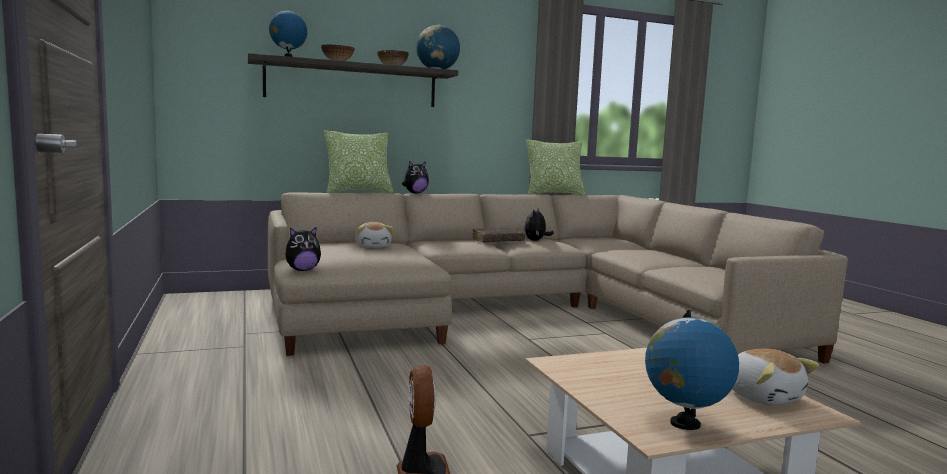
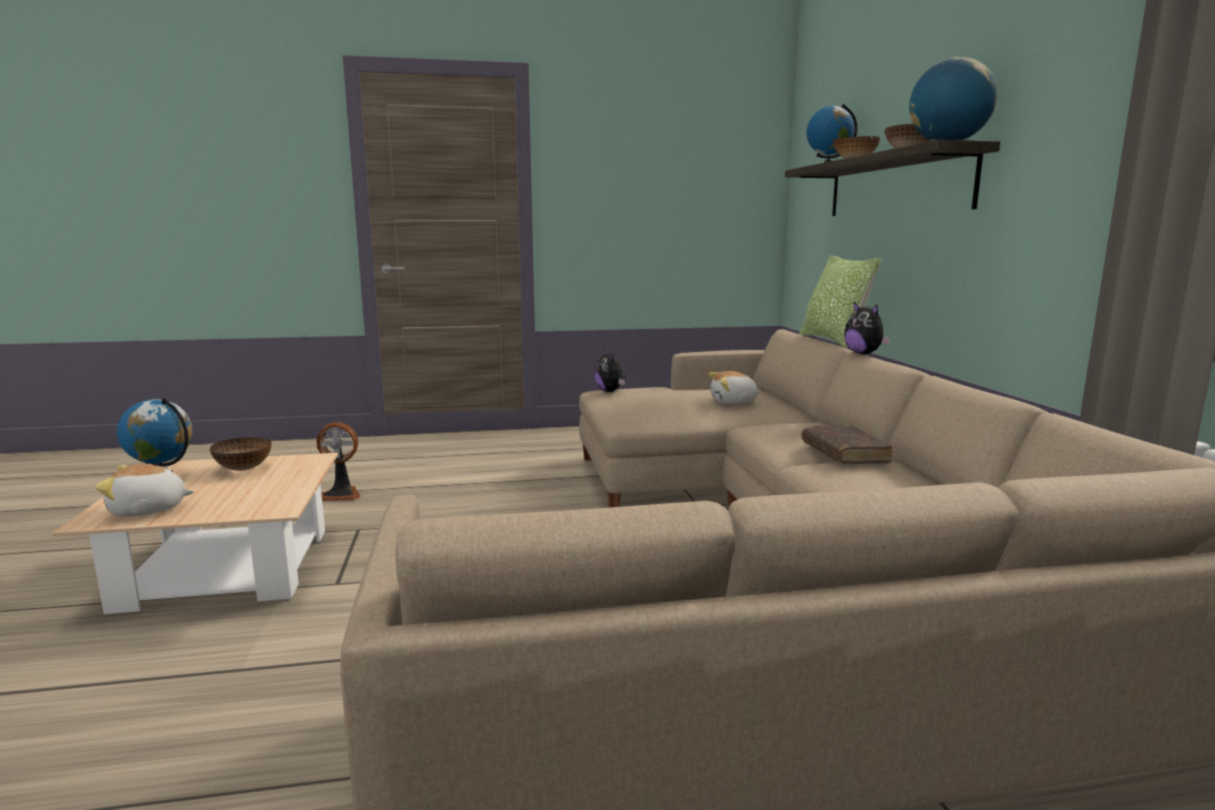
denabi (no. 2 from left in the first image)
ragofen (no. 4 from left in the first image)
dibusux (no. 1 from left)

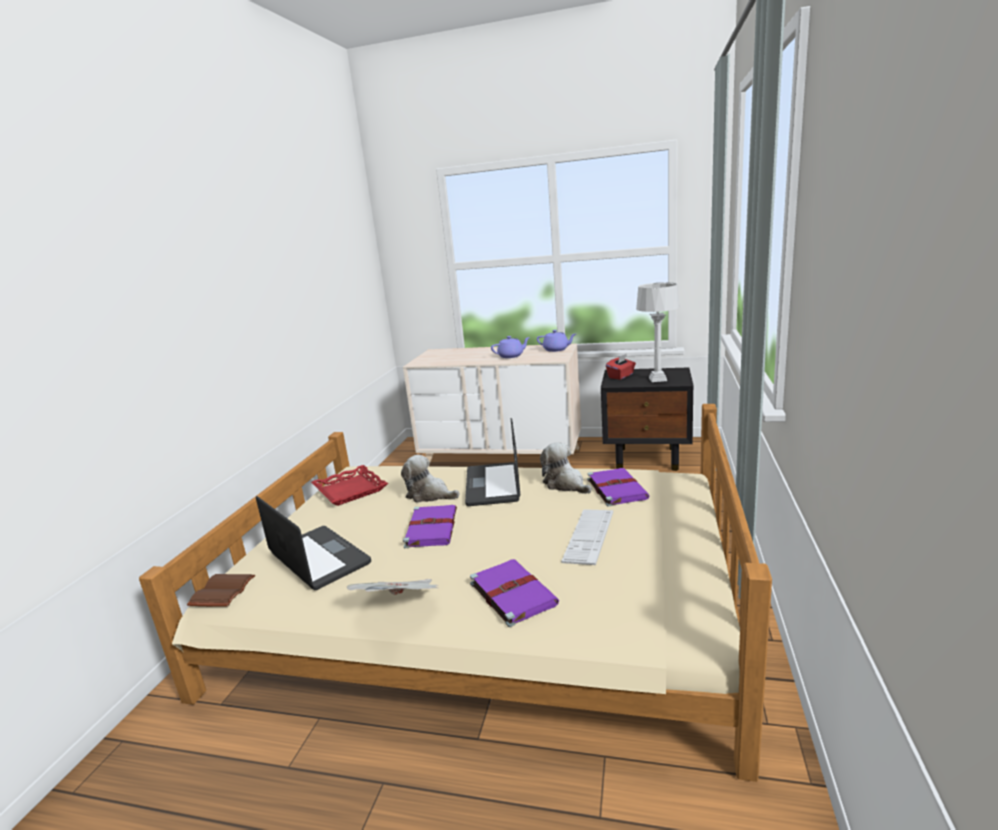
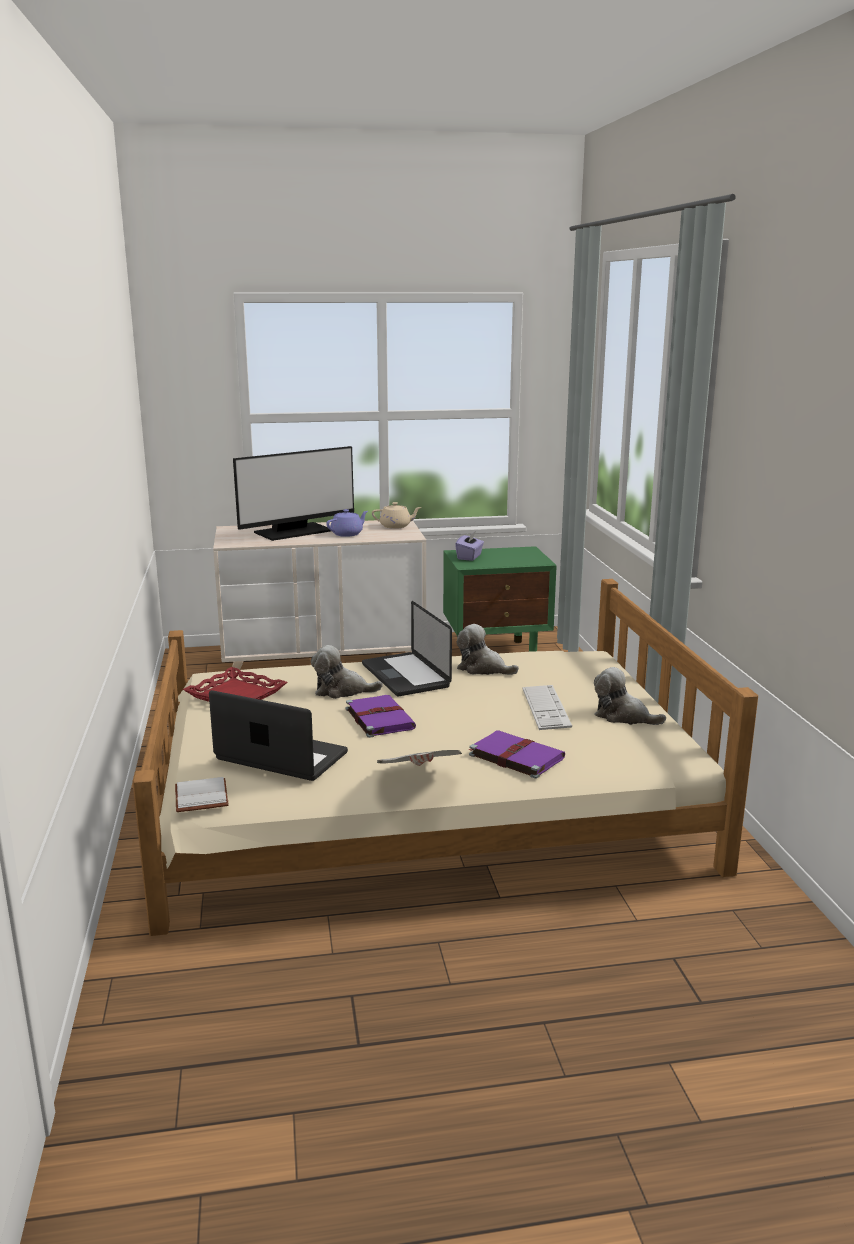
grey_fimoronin
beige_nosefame
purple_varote
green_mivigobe
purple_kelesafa (no. 3 from left in the first image)
white_kelesafa
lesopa
ragofen (no. 3 from left)

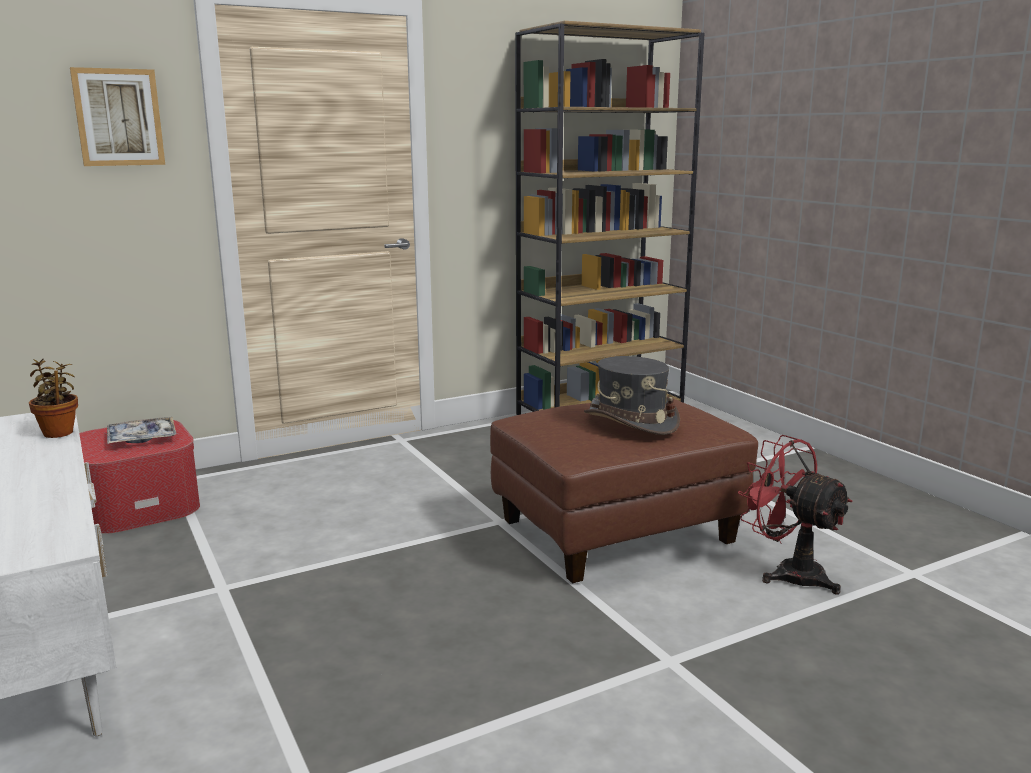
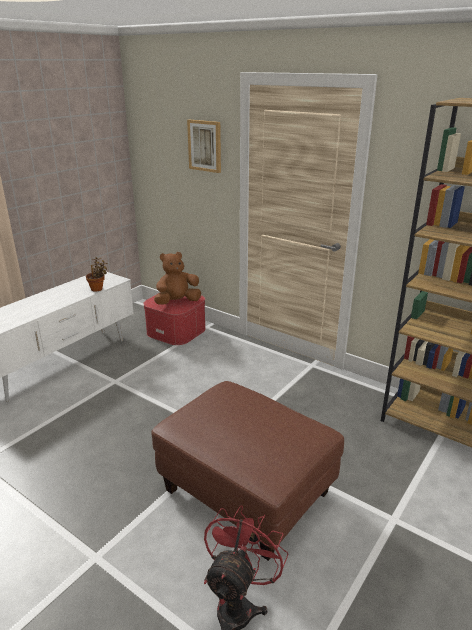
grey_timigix
brown_ragofen

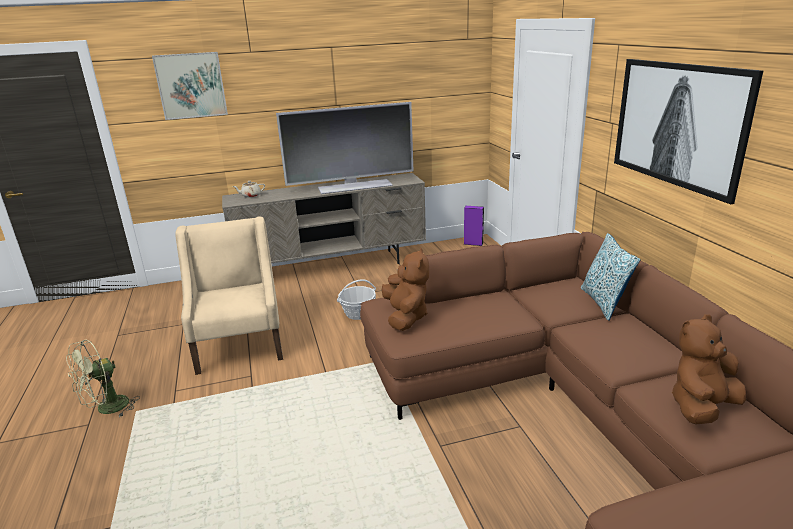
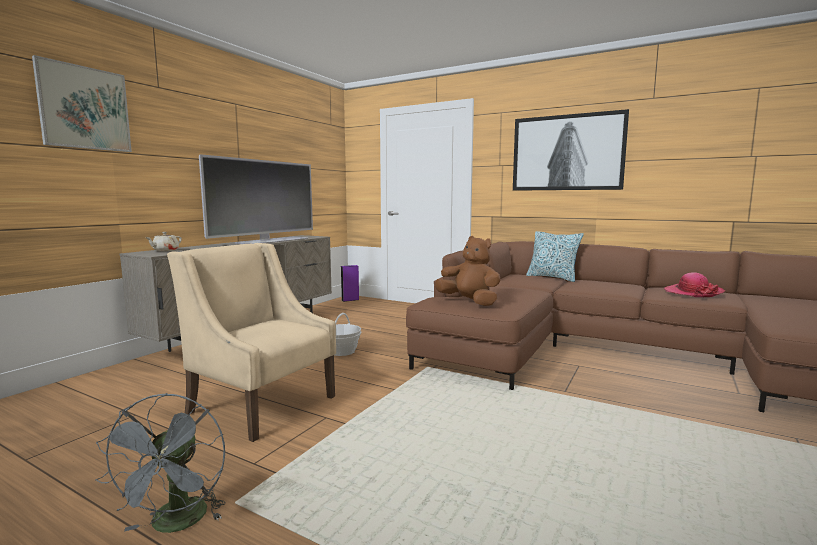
timigix
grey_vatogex

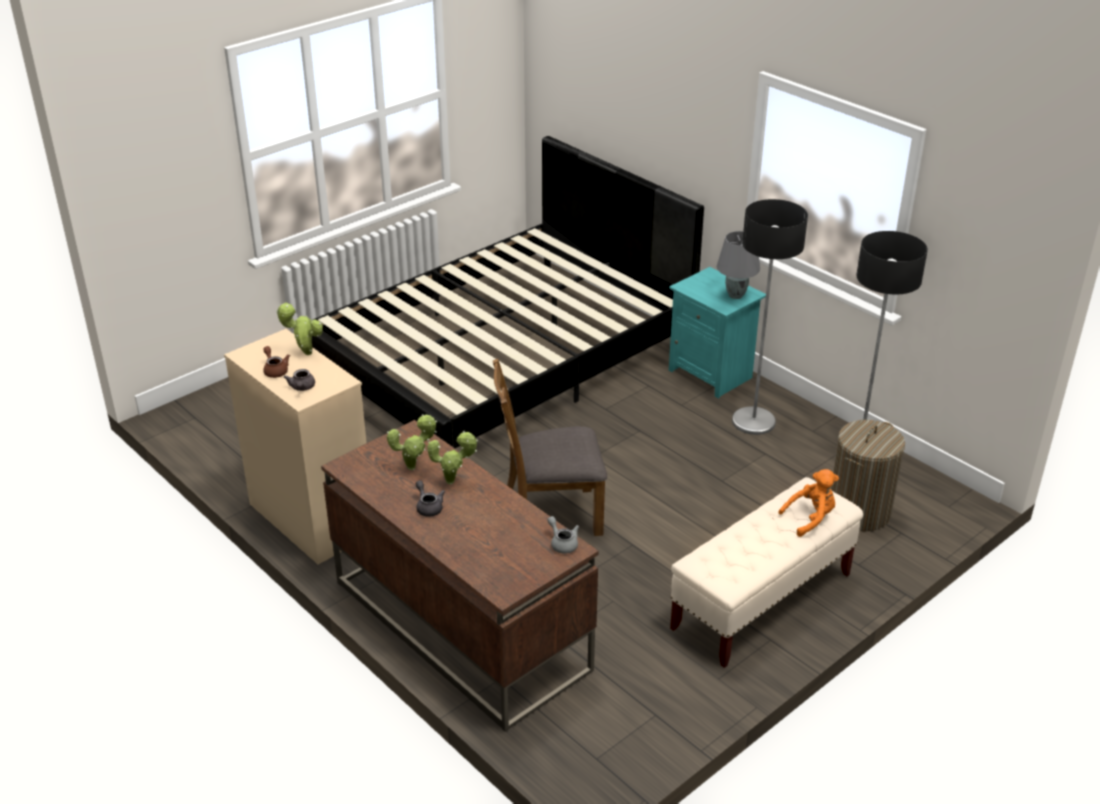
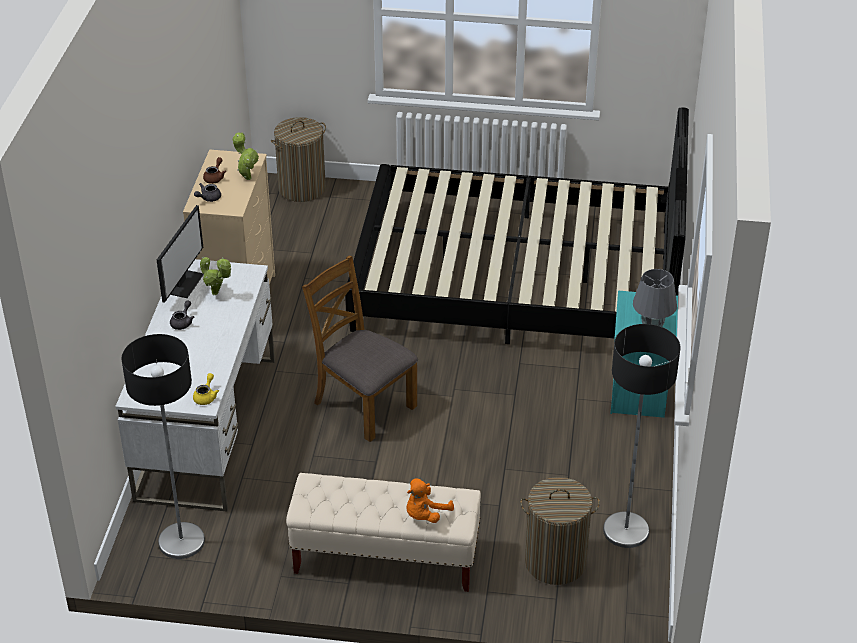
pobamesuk (no. 1 from left)
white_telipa
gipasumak (no. 3 from left in the first image)
orange_ragofen
yellow_nosefame
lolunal (no. 1 from left)
lesopa

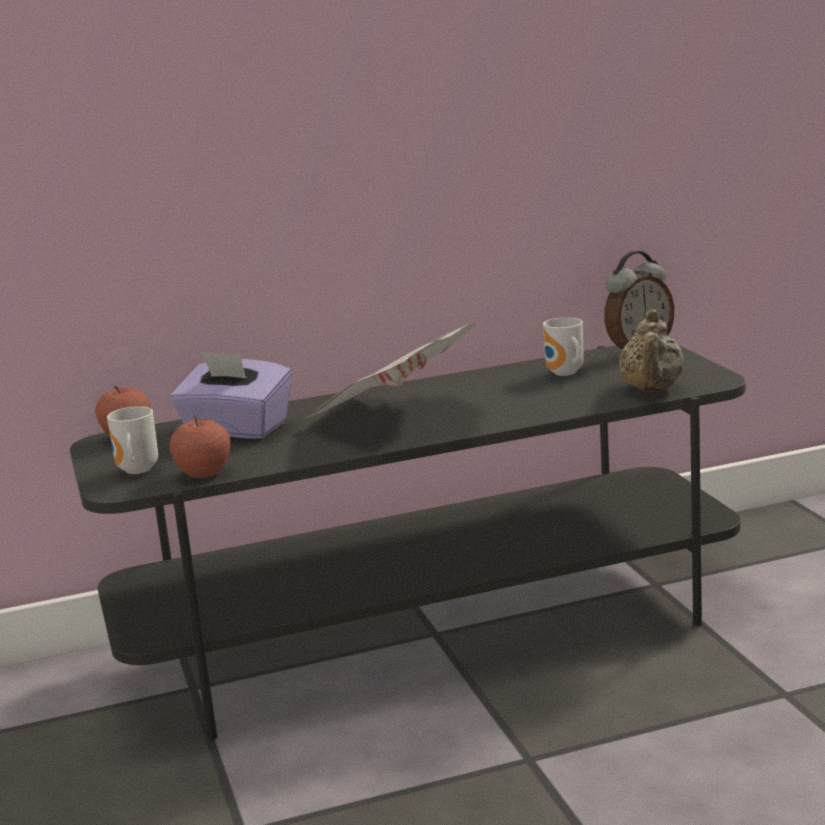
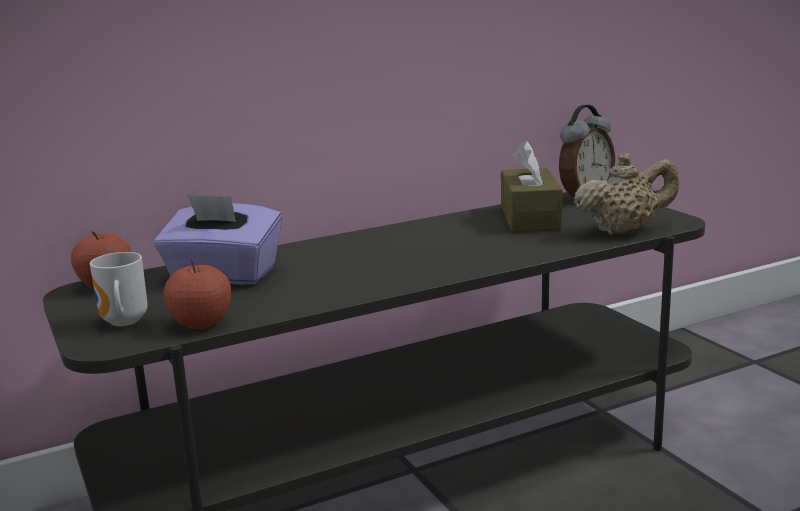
beige_nosefame
brown_varote
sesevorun

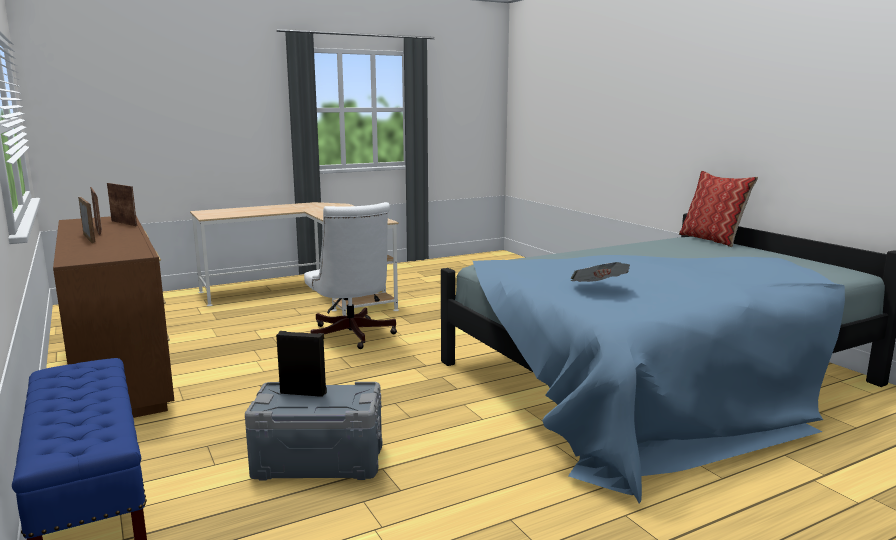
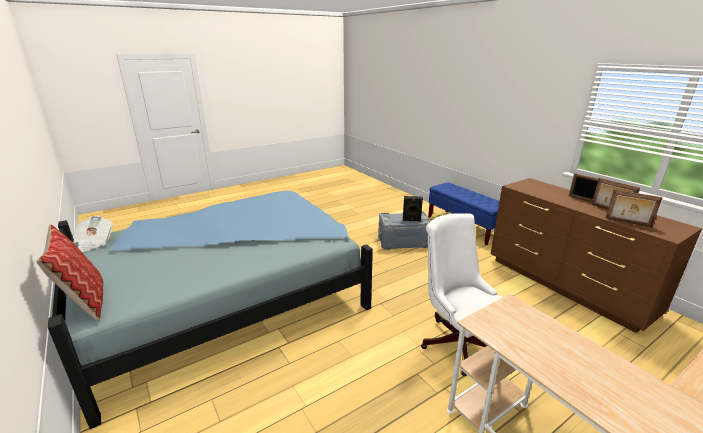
sesevorun

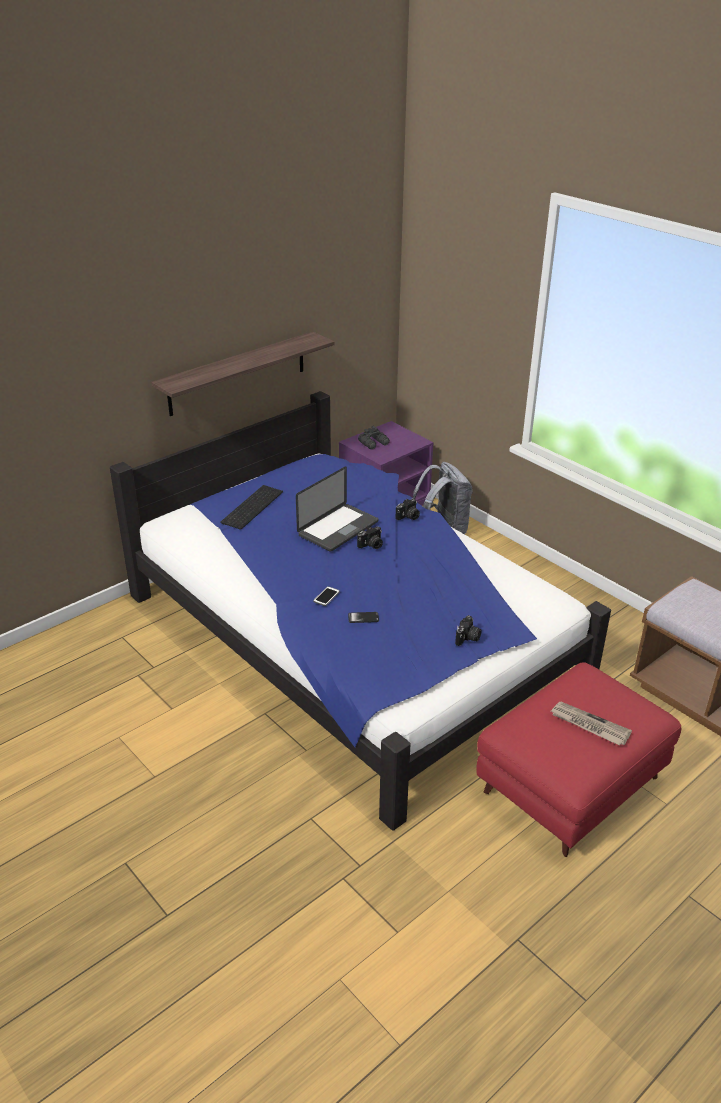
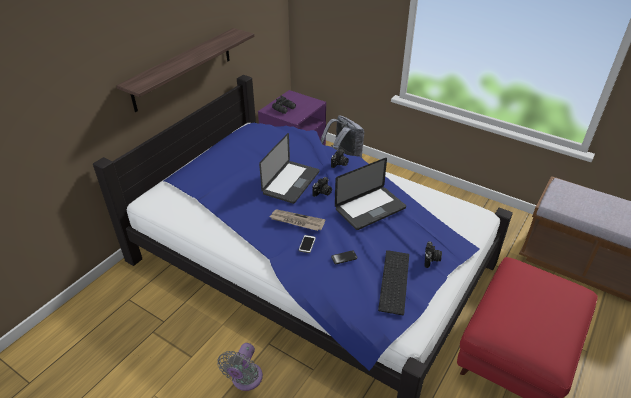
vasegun
sesevorun
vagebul (no. 2 from left)
grey_vatogex

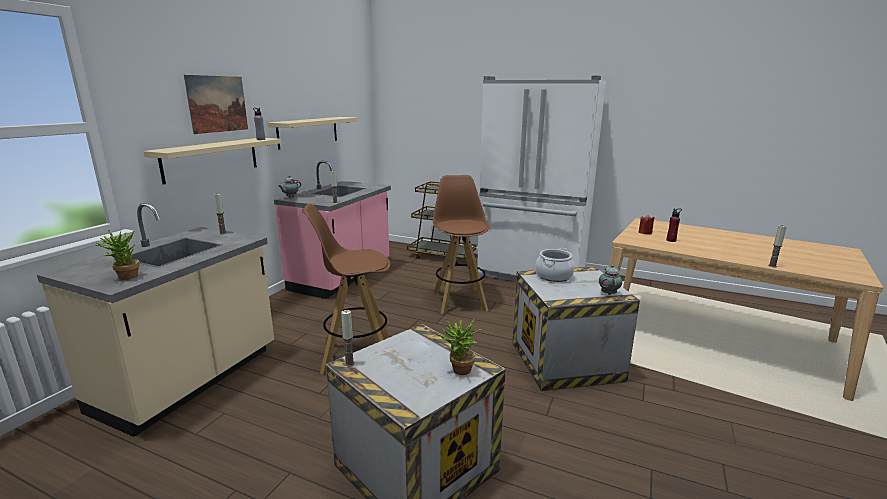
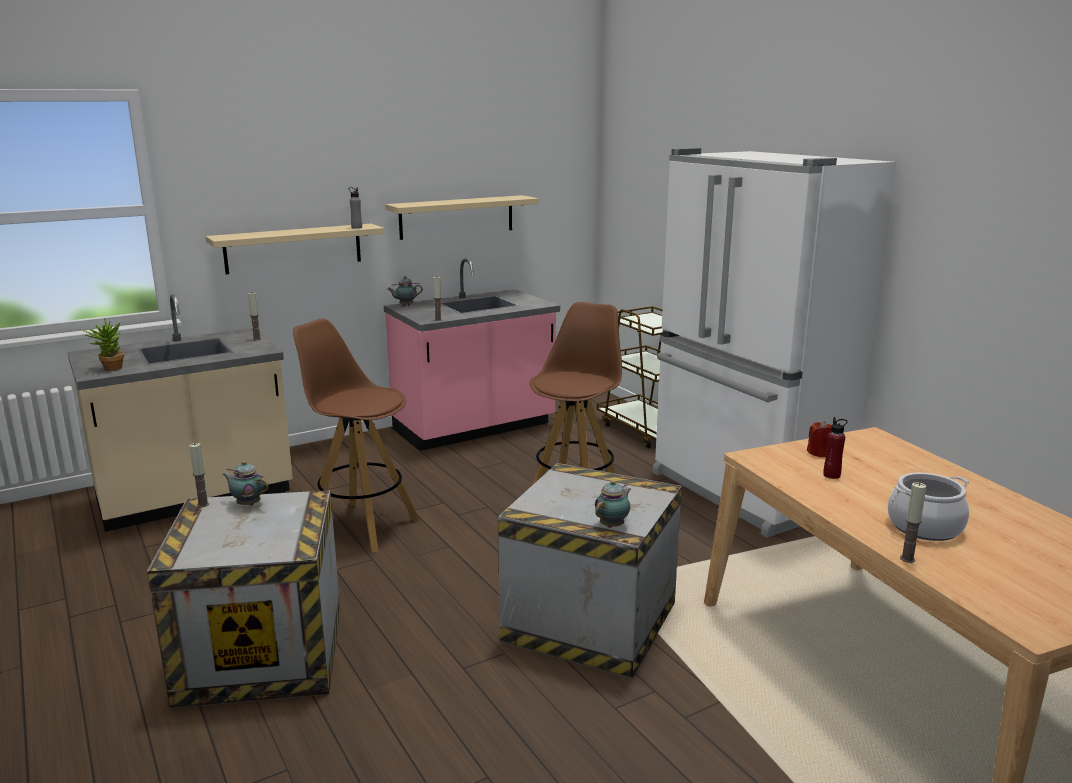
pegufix
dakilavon
gipasumak (no. 2 from left in the first image)
nosefame (no. 1 from left)

